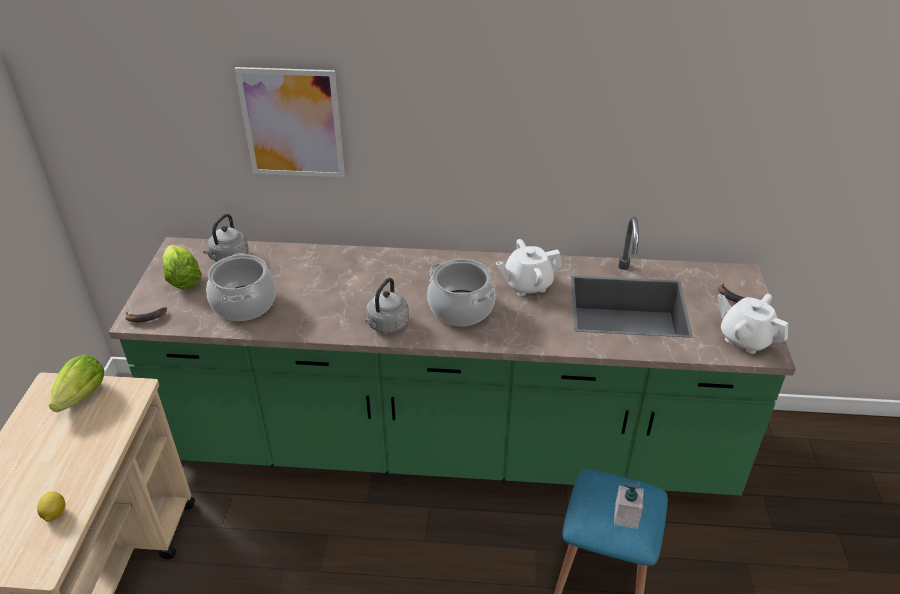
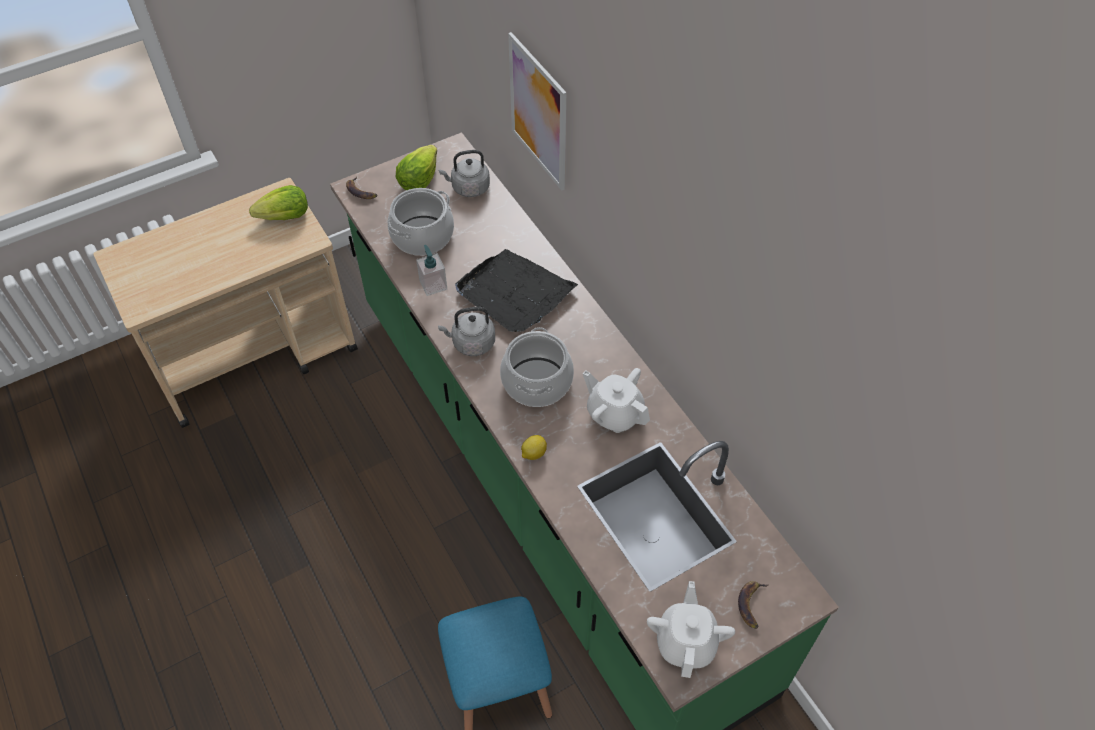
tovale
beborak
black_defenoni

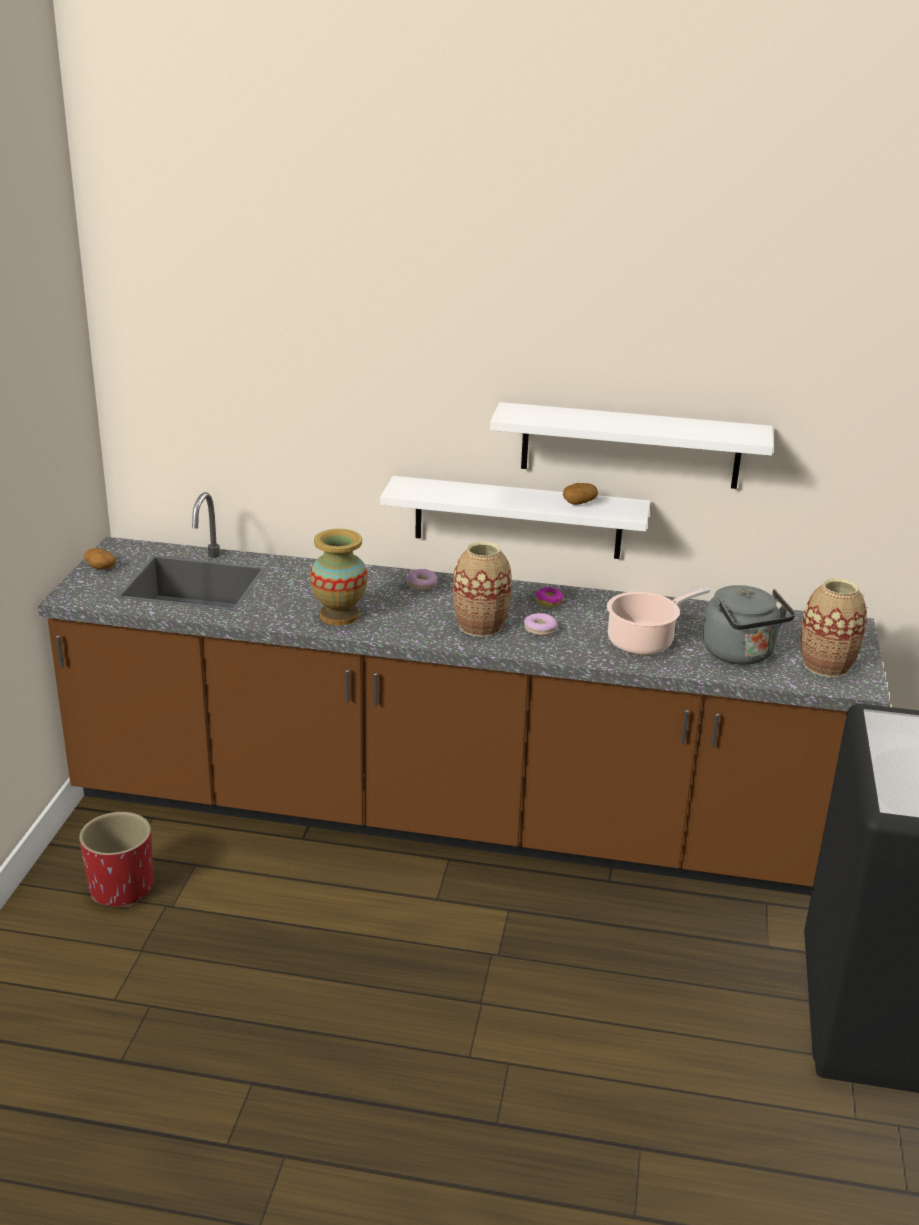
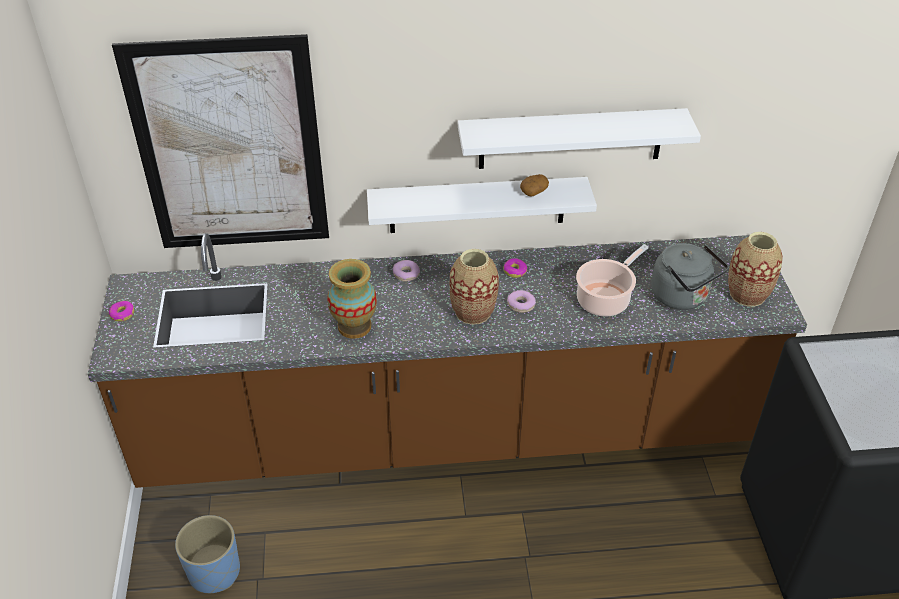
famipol (no. 1 from left)
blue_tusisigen
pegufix

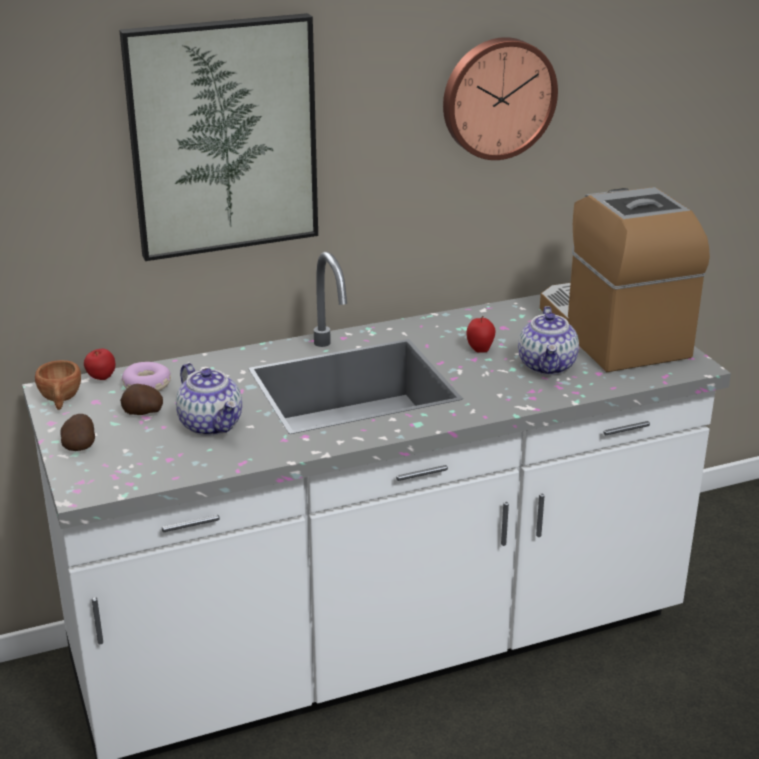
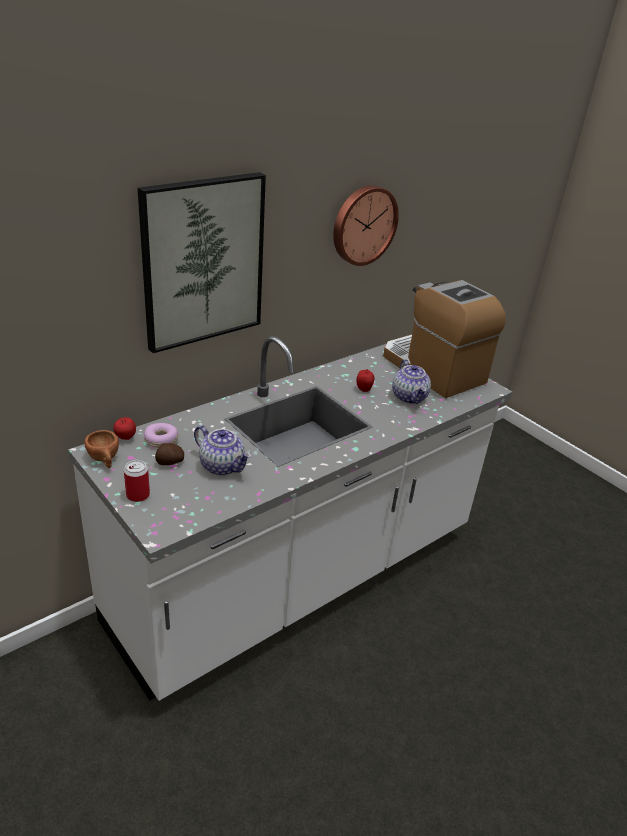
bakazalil

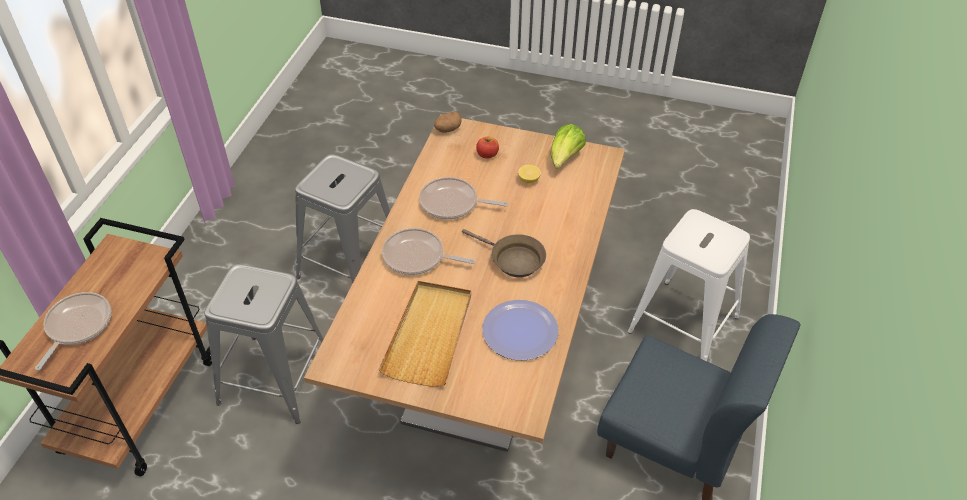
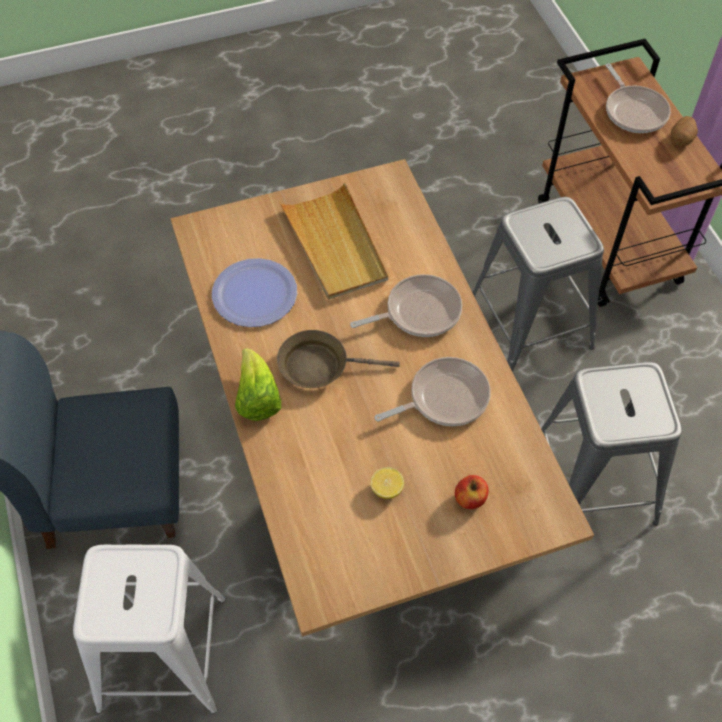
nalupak
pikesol

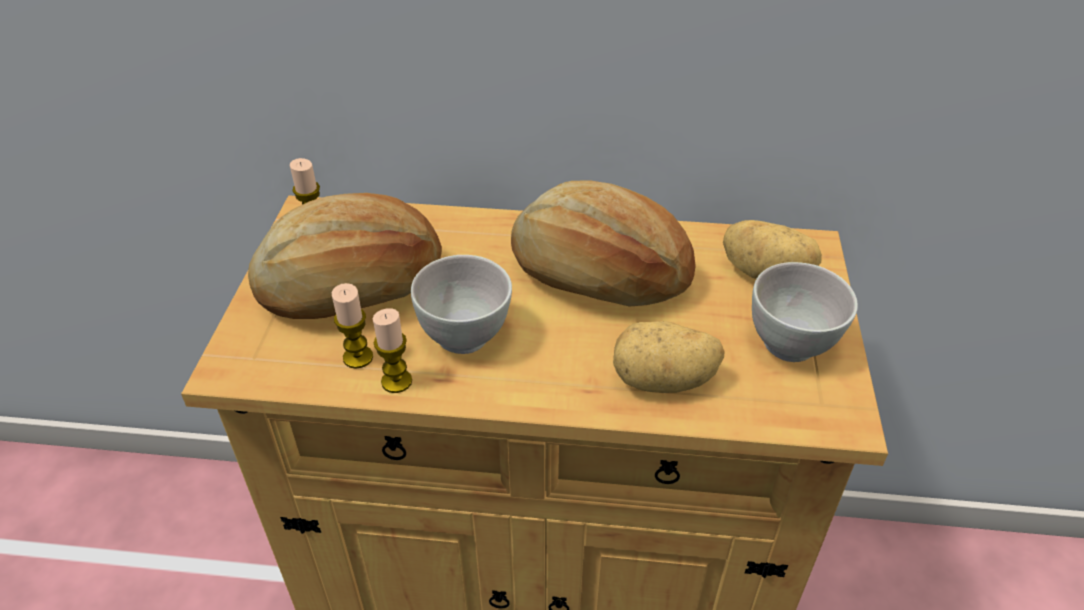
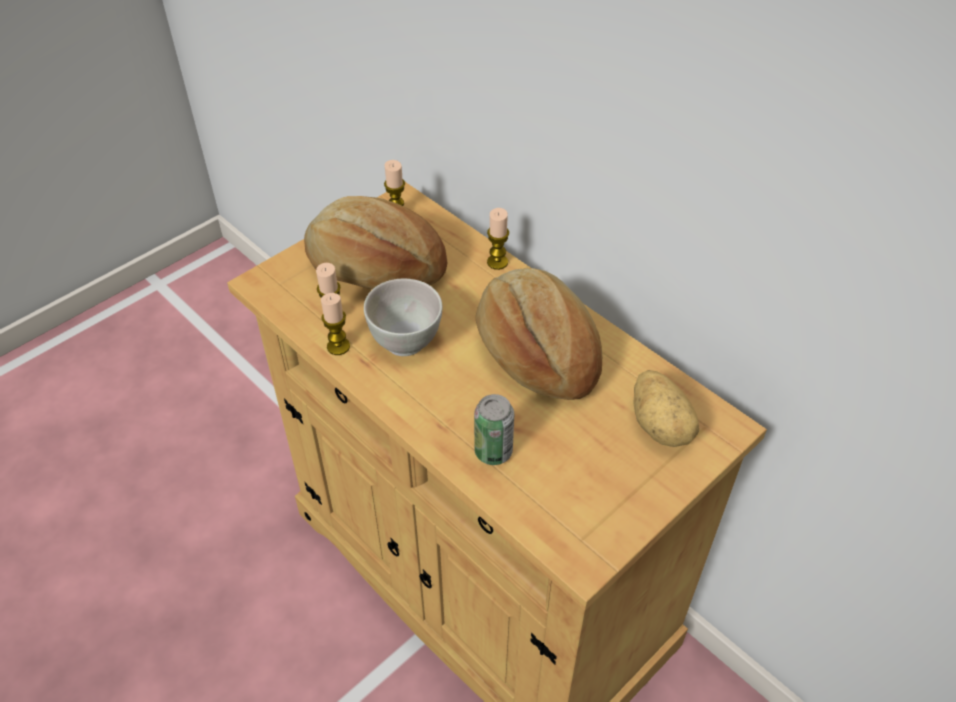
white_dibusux (no. 2 from left in the first image)
bakazalil
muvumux (no. 4 from left)

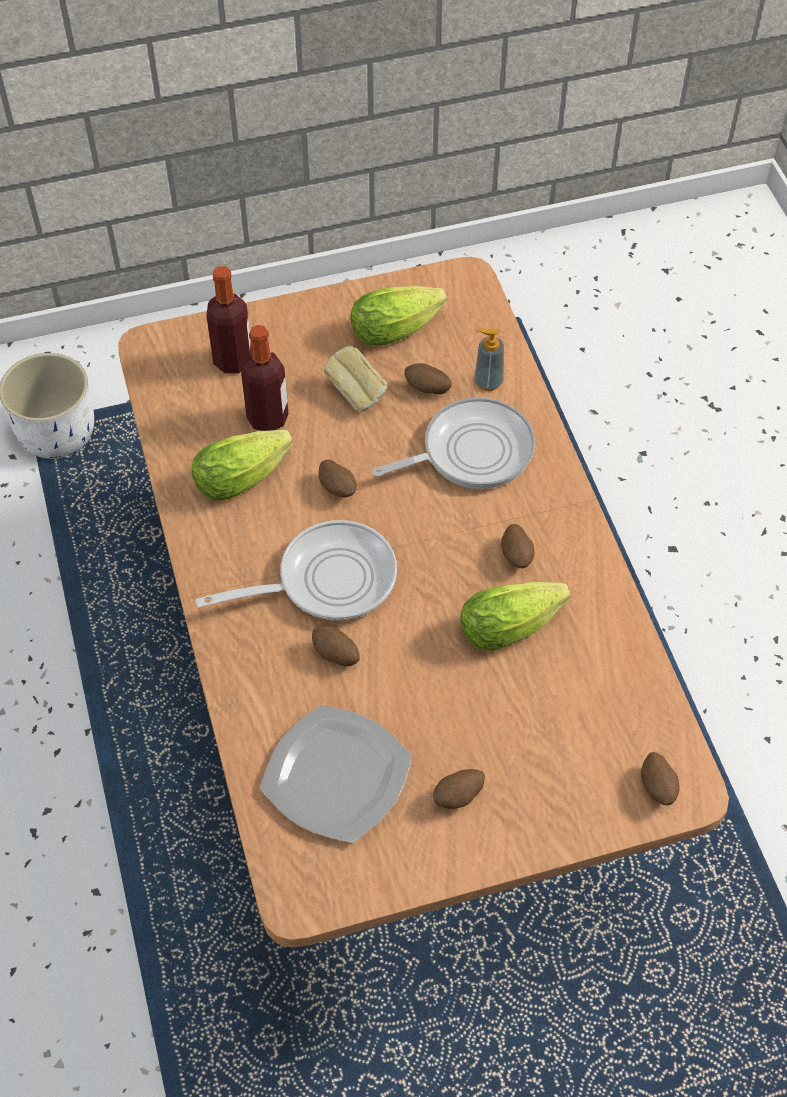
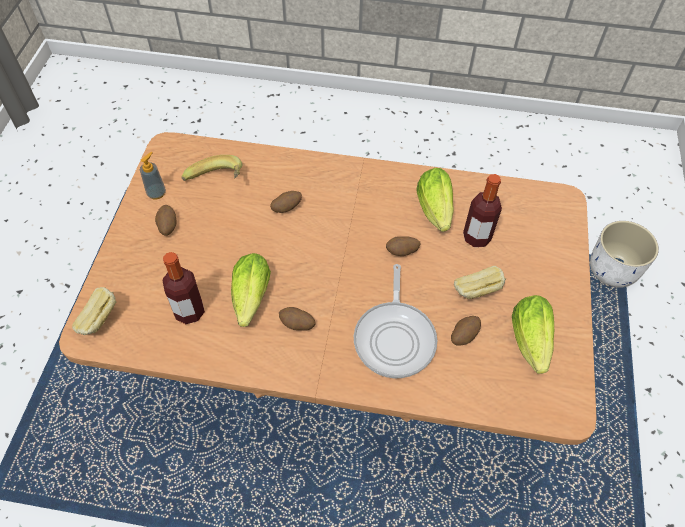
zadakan (no. 1 from left)
tovale
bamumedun (no. 1 from left in the first image)
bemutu
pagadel (no. 1 from left)

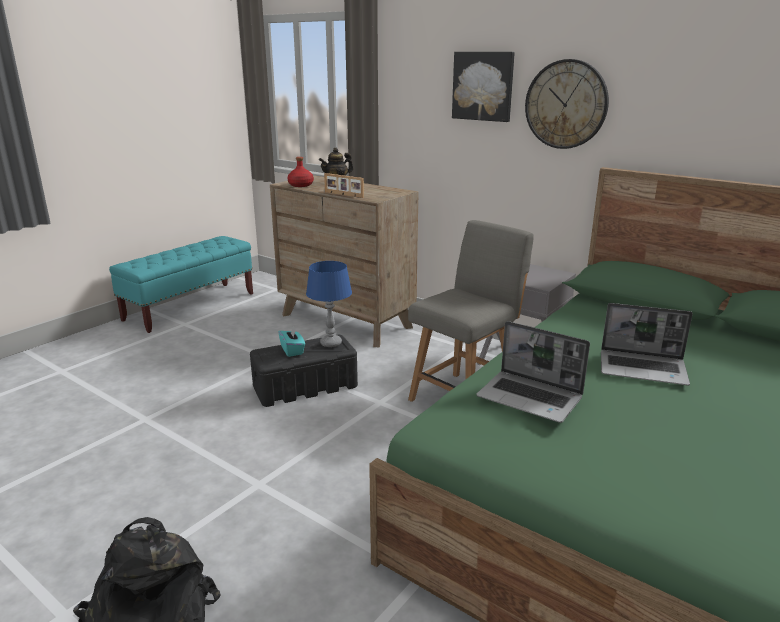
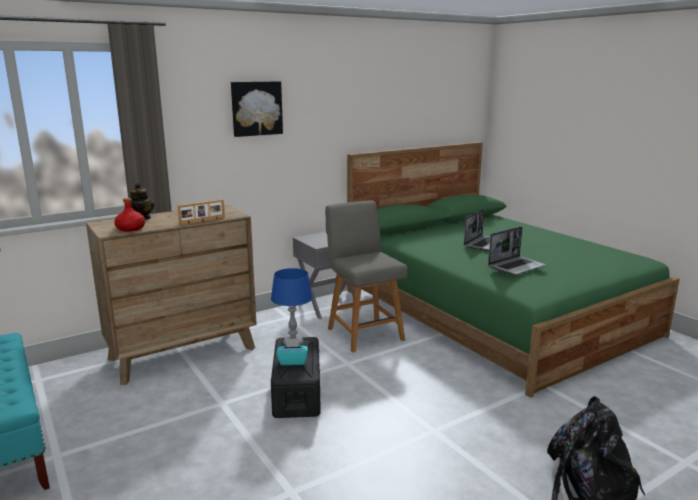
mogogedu

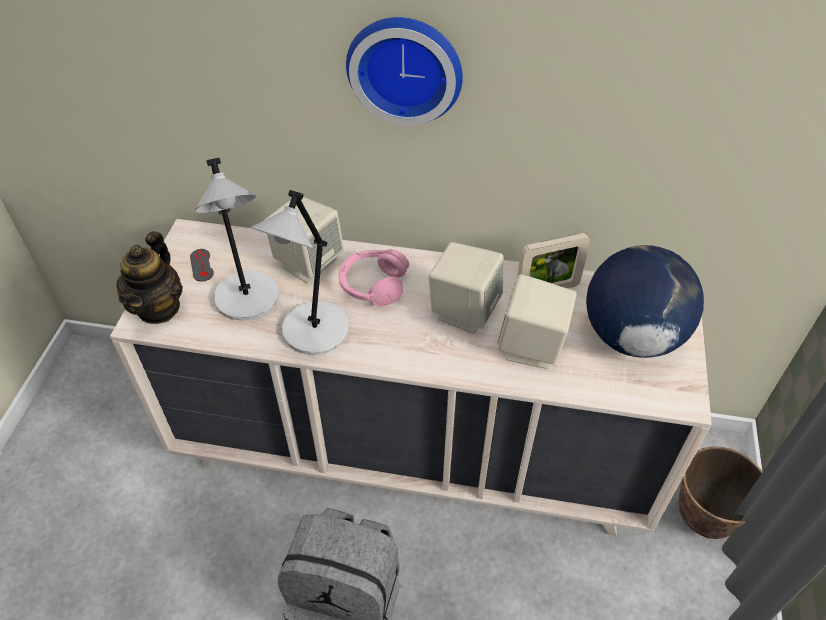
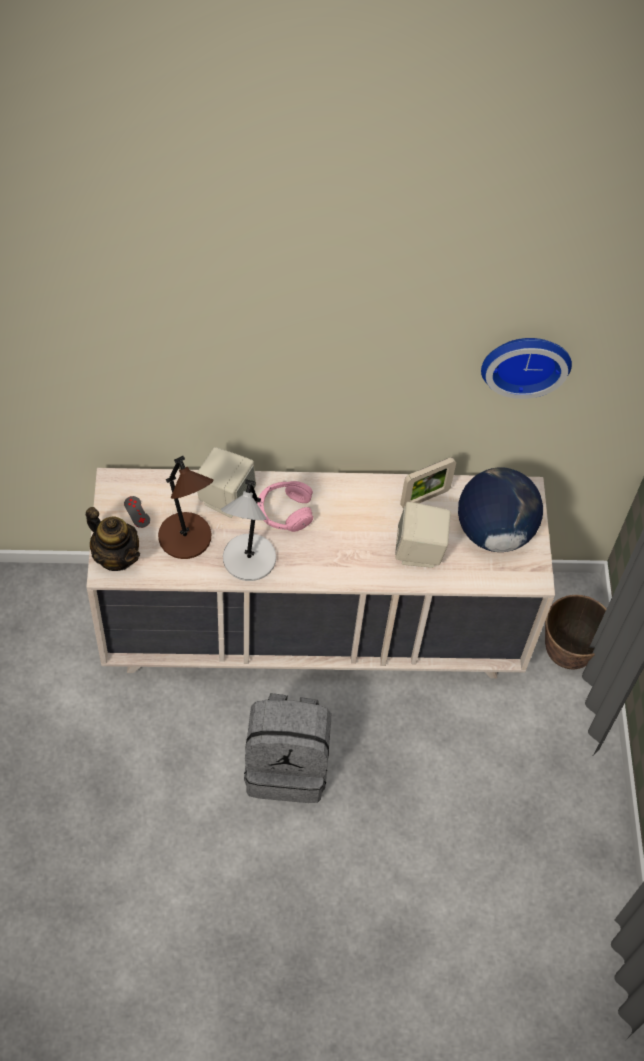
mogogedu
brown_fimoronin
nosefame
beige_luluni (no. 2 from left in the first image)

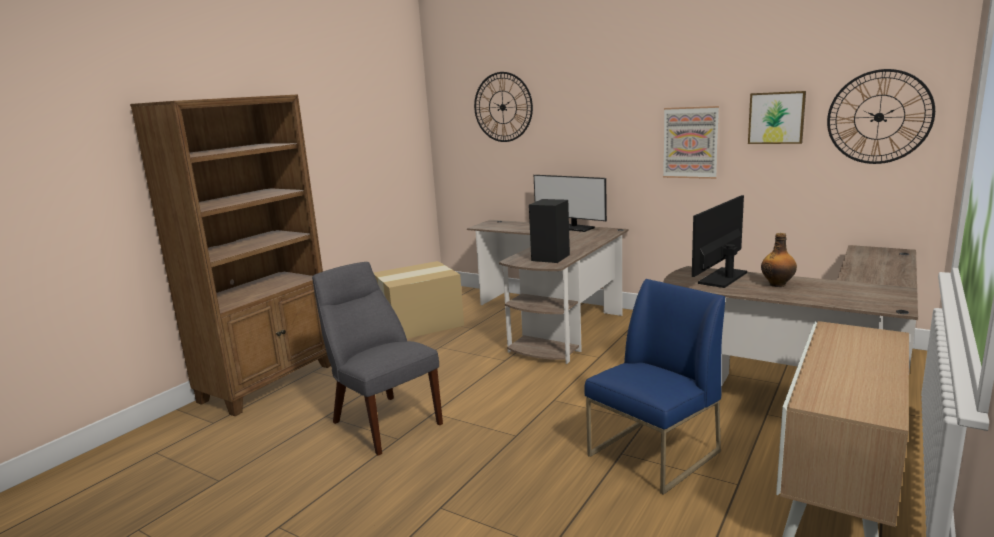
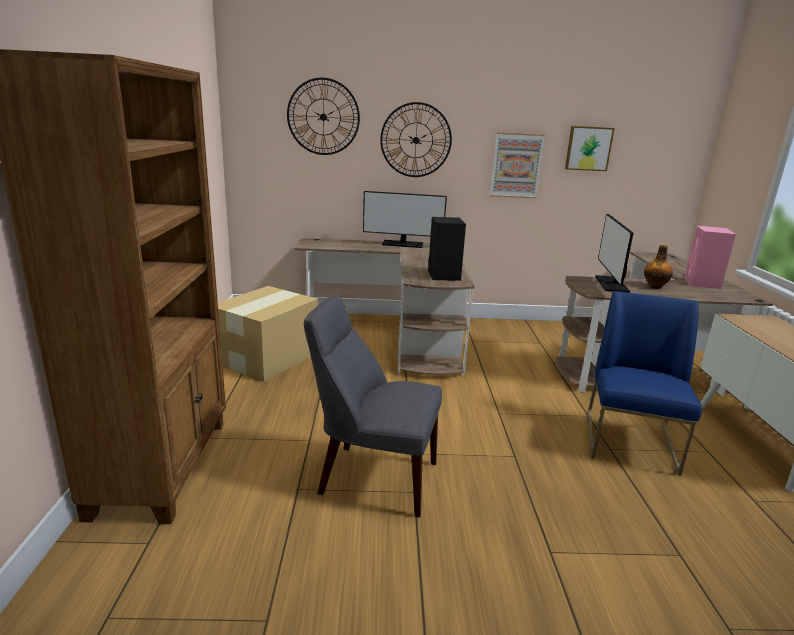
mogogedu (no. 2 from left)
pink_luluni

